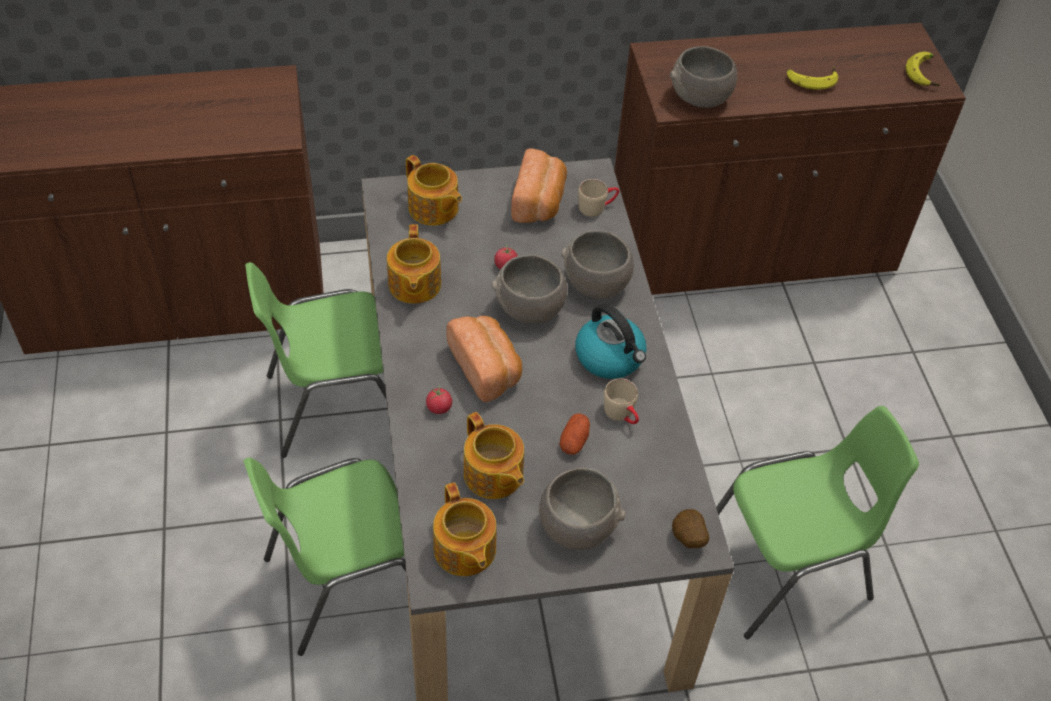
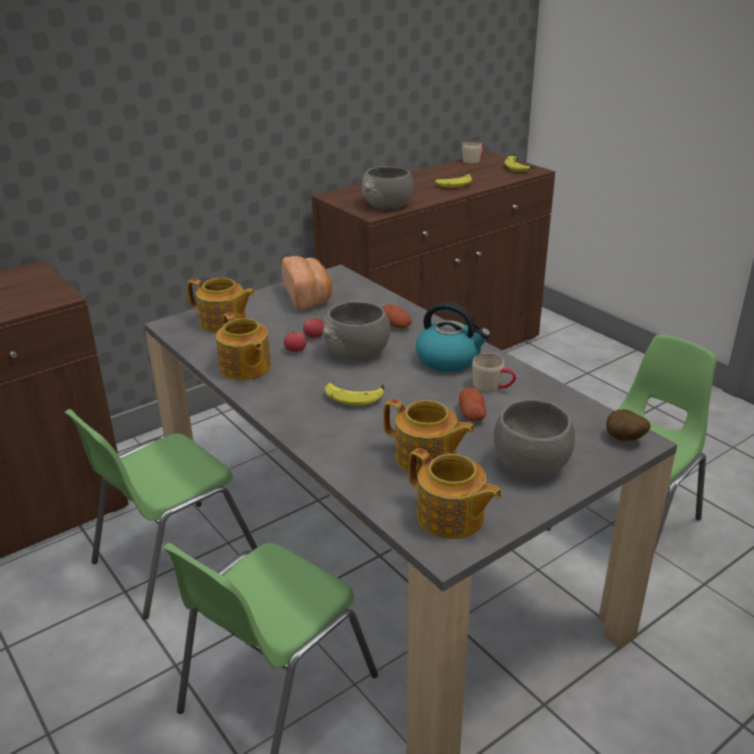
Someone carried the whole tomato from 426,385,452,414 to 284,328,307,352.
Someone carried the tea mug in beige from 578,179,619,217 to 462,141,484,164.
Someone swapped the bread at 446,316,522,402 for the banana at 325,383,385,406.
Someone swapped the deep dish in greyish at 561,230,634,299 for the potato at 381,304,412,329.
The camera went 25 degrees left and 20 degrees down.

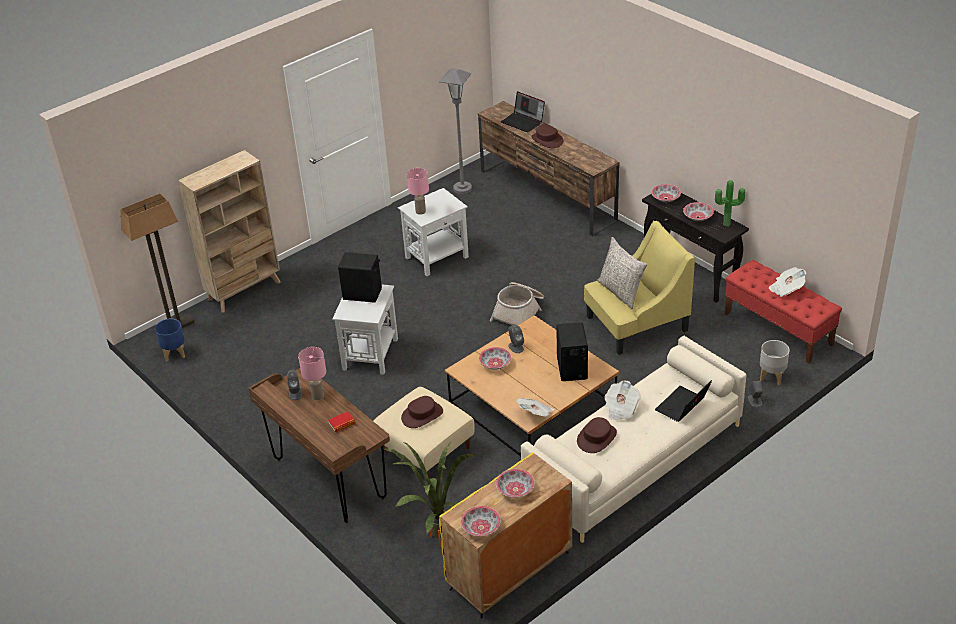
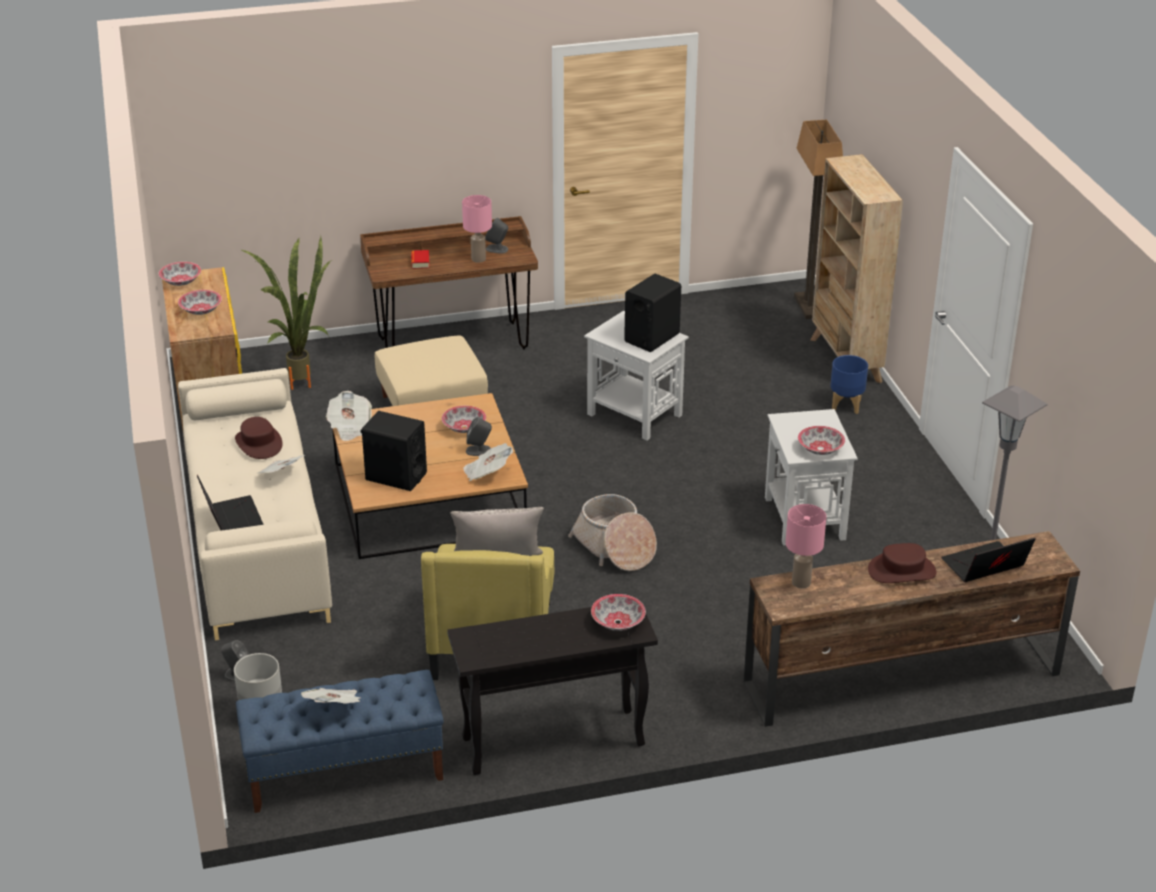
Someone took away the clothing hat in brownish at 401,396,443,428.
Someone took away the houseplant at 715,180,745,226.
Someone put down the printed paper at 463,443,513,481.
Someone carried the planter in blue from 155,319,185,361 to 830,355,868,414.
Someone carried the lamp for a table in pinkish from 407,168,429,215 to 786,504,827,588.
Someone carried the deep dish from 683,202,714,221 to 798,426,845,455.
Someone repainted the bench in red-coloured at 725,260,842,363, which became the bench in blue at 236,670,444,813.
The camera went 115 degrees right and 5 degrees down.

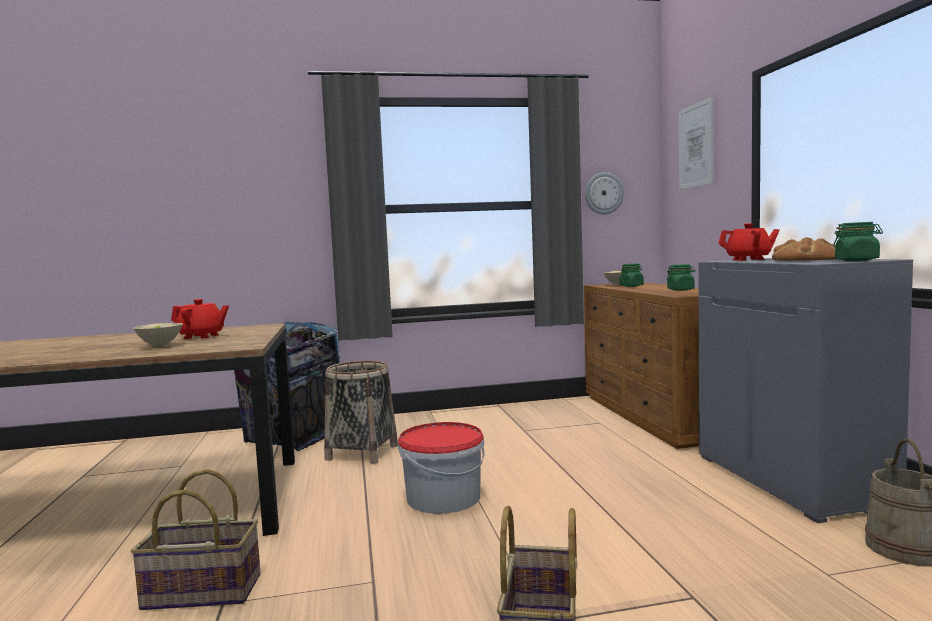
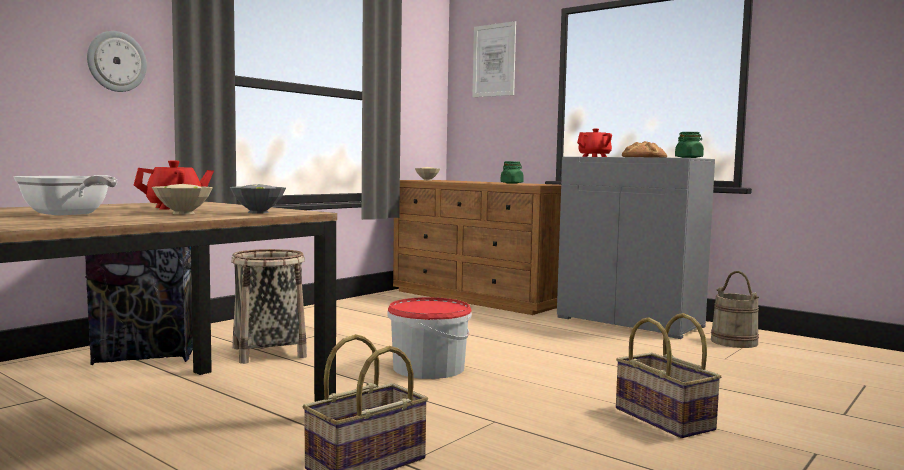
Someone took away the jar in green at 619,264,644,287.
Someone put down the skillet at 13,175,117,215.
Someone put down the deep dish in greyish at 230,184,286,213.
Someone carried the hanging clock from 585,172,624,214 to 87,31,147,92.
The camera went 40 degrees left and 0 degrees up.

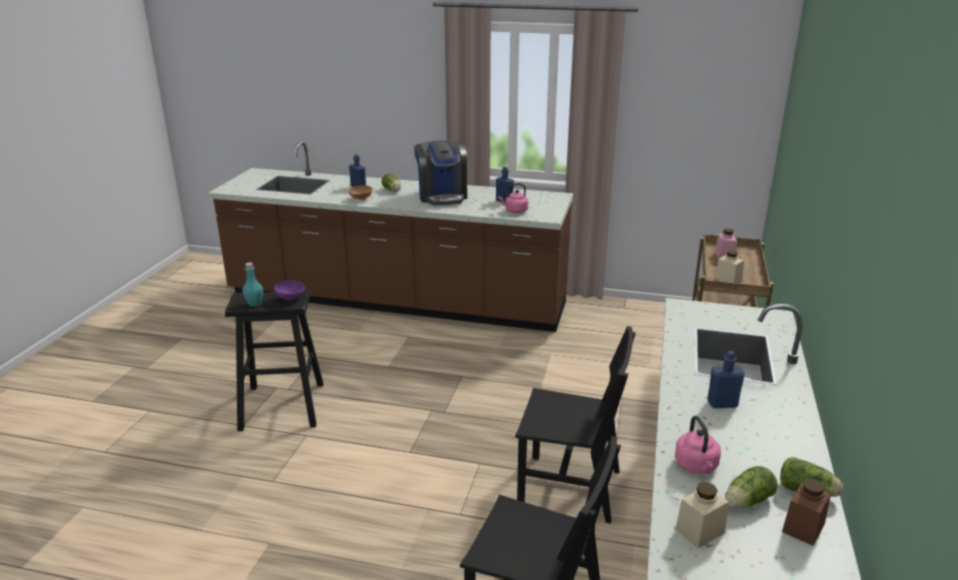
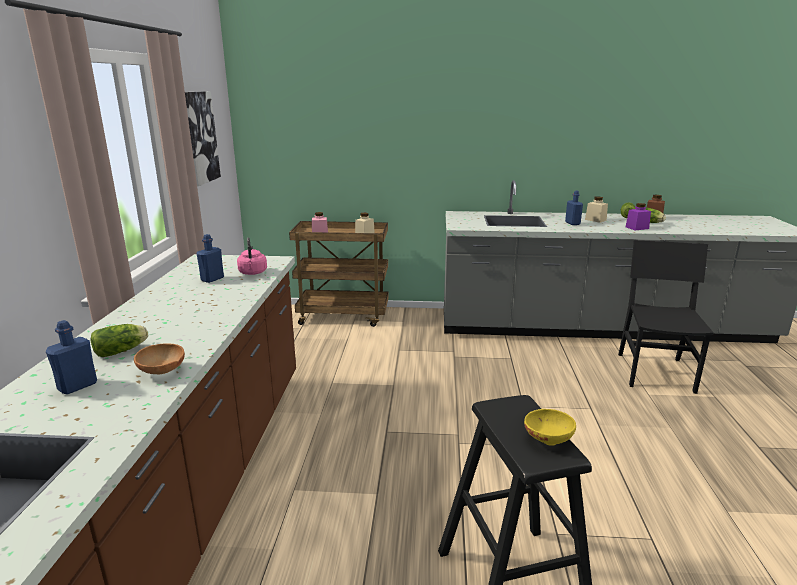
Someone took away the deep dish in purplish at 274,281,305,300.
Someone took away the coffee brewer at 414,141,467,206.
Someone took away the chair in black-coloured at 515,326,636,523.
Someone put up the picture at 185,91,221,186.
Someone carried the jar in beige from 675,482,729,548 to 585,196,608,223.
Someone swapped the bottle in turquoise-coloured at 242,262,263,307 for the deep dish in yellow-coloured at 524,409,576,446.
Someone swapped the tea kettle in pinkish at 675,416,721,474 for the jar in purplish at 626,203,651,230.
The camera went 100 degrees left and 5 degrees down.

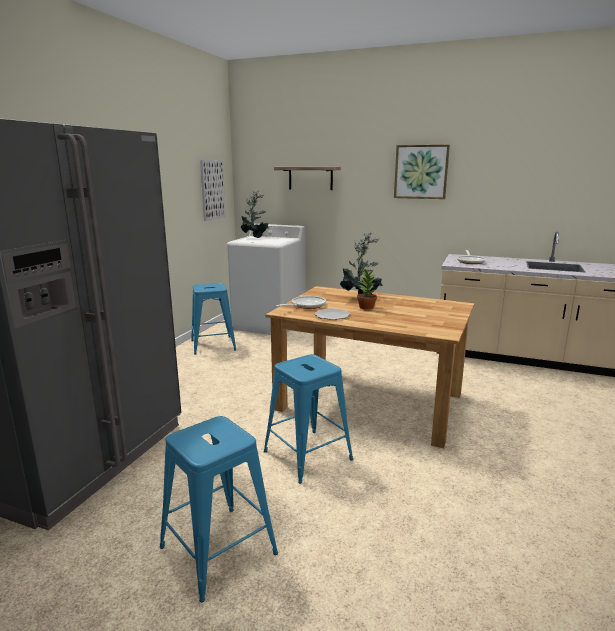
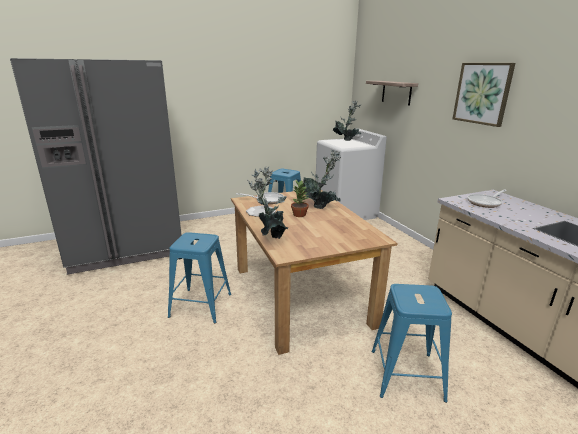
Someone took away the picture at 200,160,226,221.
Someone put down the houseplant at 247,166,288,239.
Someone carried the sitting stool in blue from 160,416,278,602 to 372,284,452,403.
The camera went 45 degrees right and 5 degrees up.

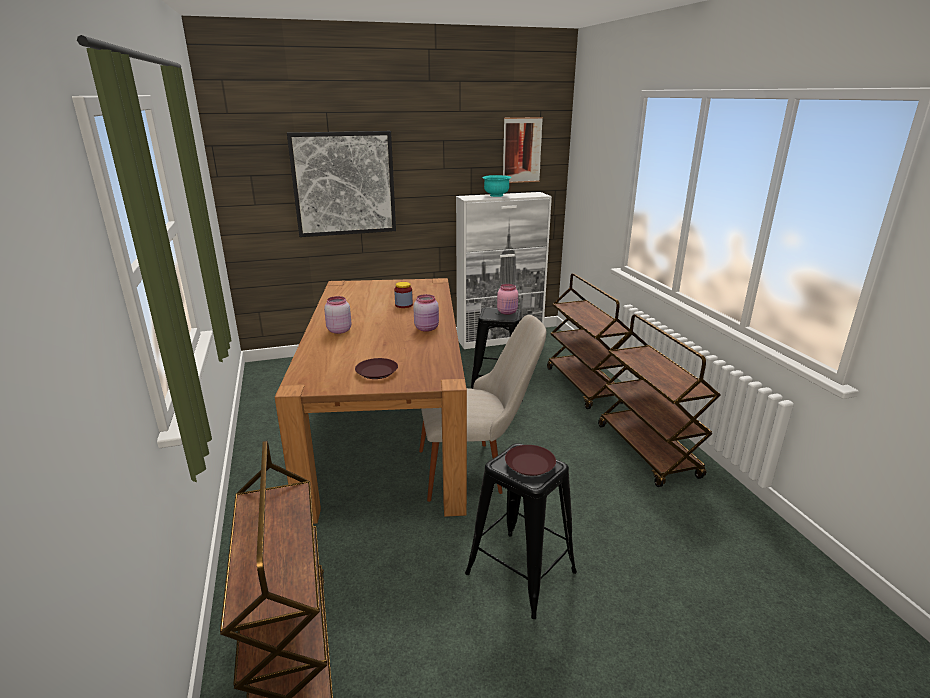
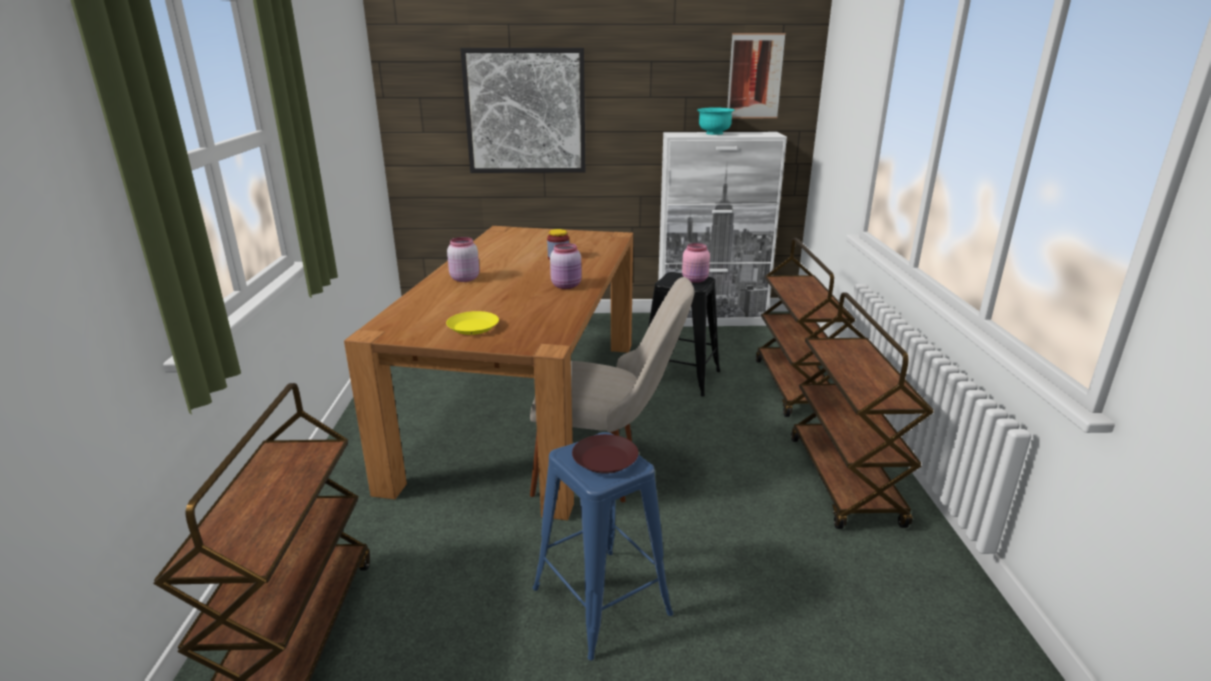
Someone repainted the dinner plate in brownish at 355,358,398,379, which became the dinner plate in yellow-coloured at 446,311,499,335.
Someone repainted the sitting stool in black-coloured at 465,443,577,619, which became the sitting stool in blue at 533,432,673,661.
The camera went 15 degrees right and 0 degrees up.

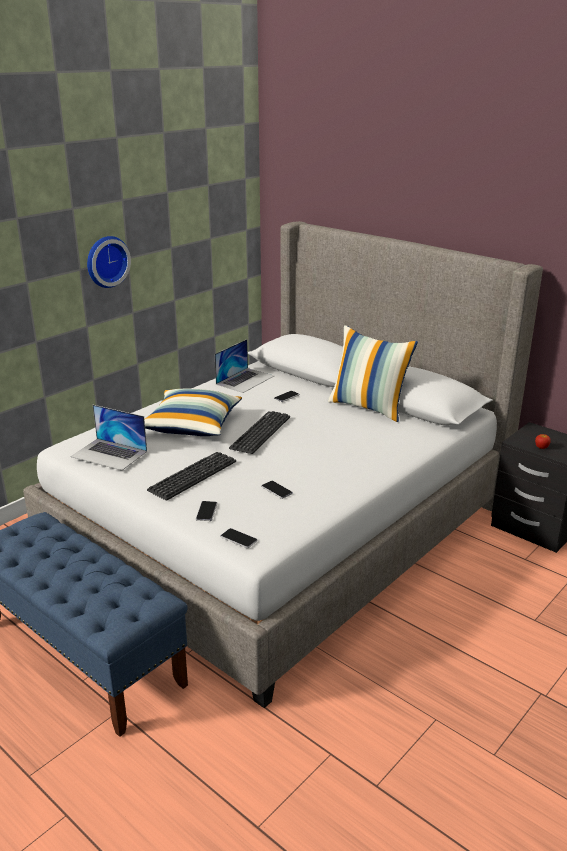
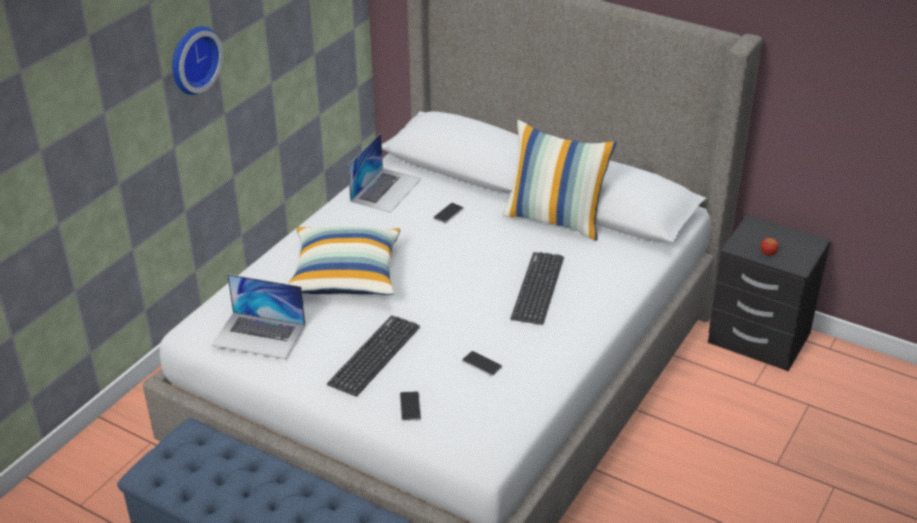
Someone took away the phone at 220,528,258,548.
Someone carried the computer keyboard from 229,411,290,454 to 510,252,564,325.
The camera went 10 degrees left and 10 degrees up.

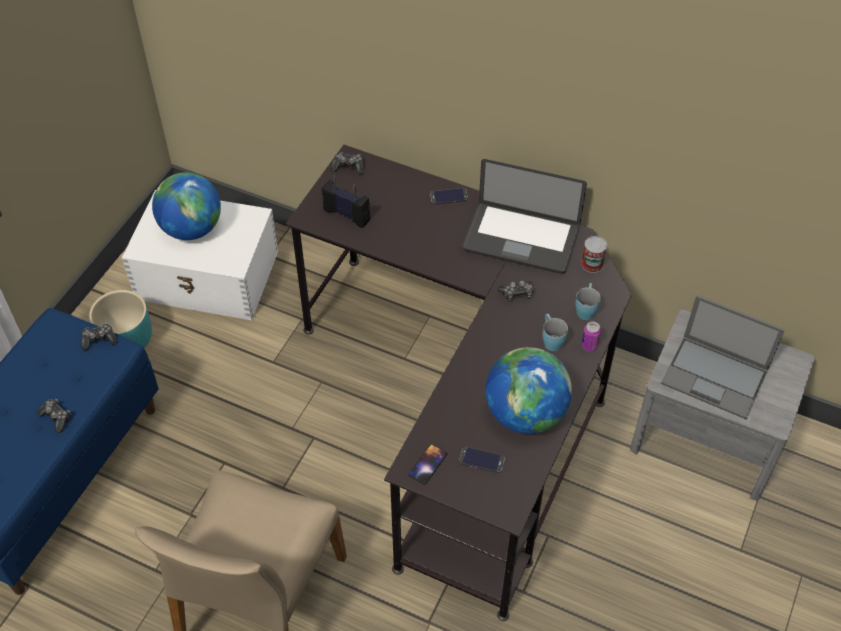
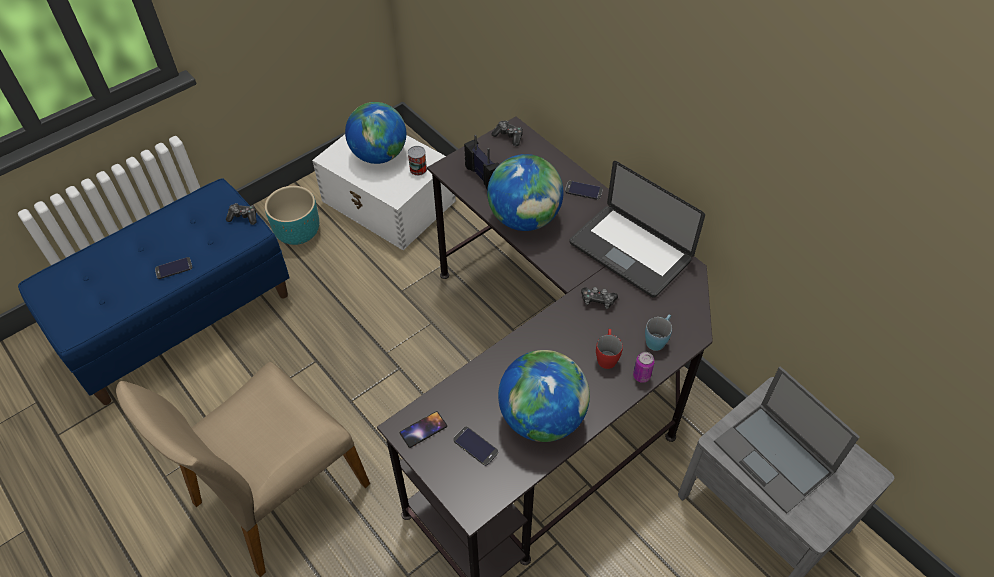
Someone put down the desk globe at 487,154,564,231.
Someone carried the can from 581,236,607,273 to 408,146,427,176.
Someone swapped the game controller at 37,399,71,433 for the phone at 155,257,193,279.
Someone repainted the tea mug in blue at 543,314,568,351, which became the tea mug in red-coloured at 596,329,623,369.
The camera went 25 degrees right and 0 degrees up.

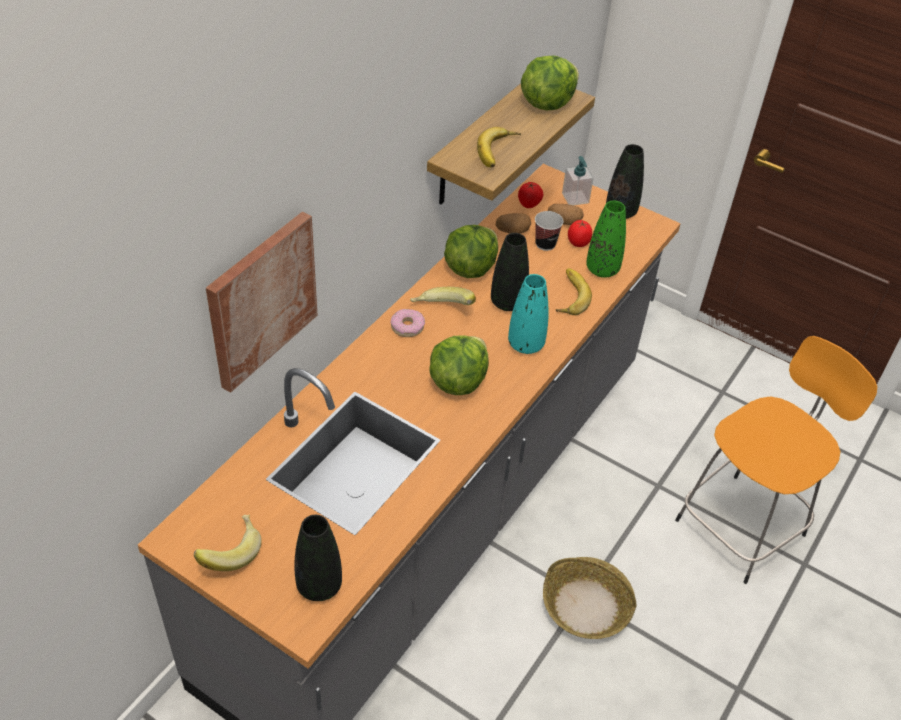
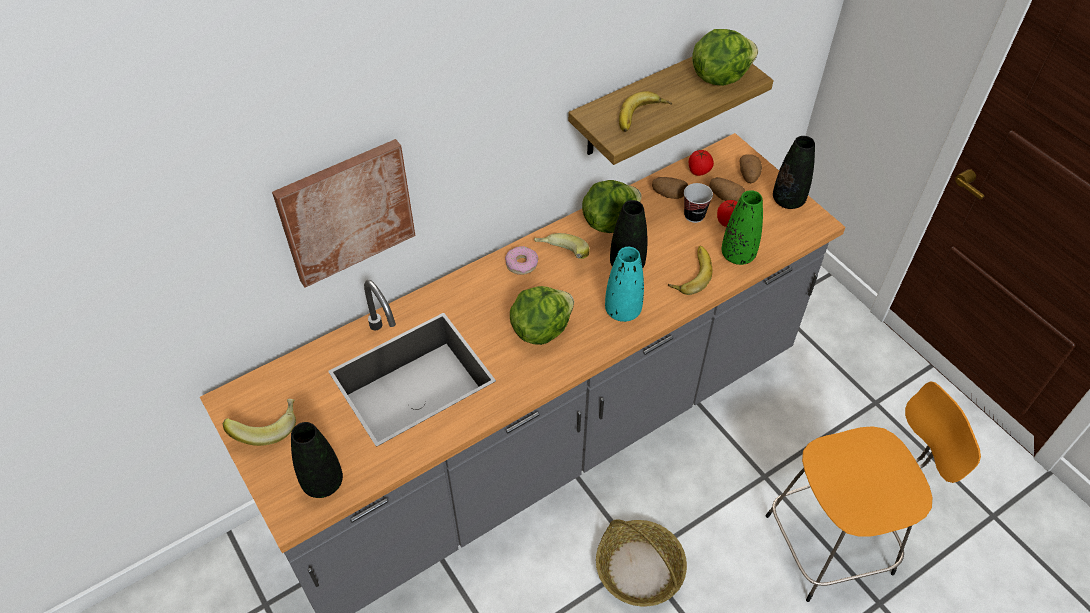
Someone swapped the soap bottle at 562,156,594,206 for the potato at 740,154,762,183.
The camera went 25 degrees right and 5 degrees up.

